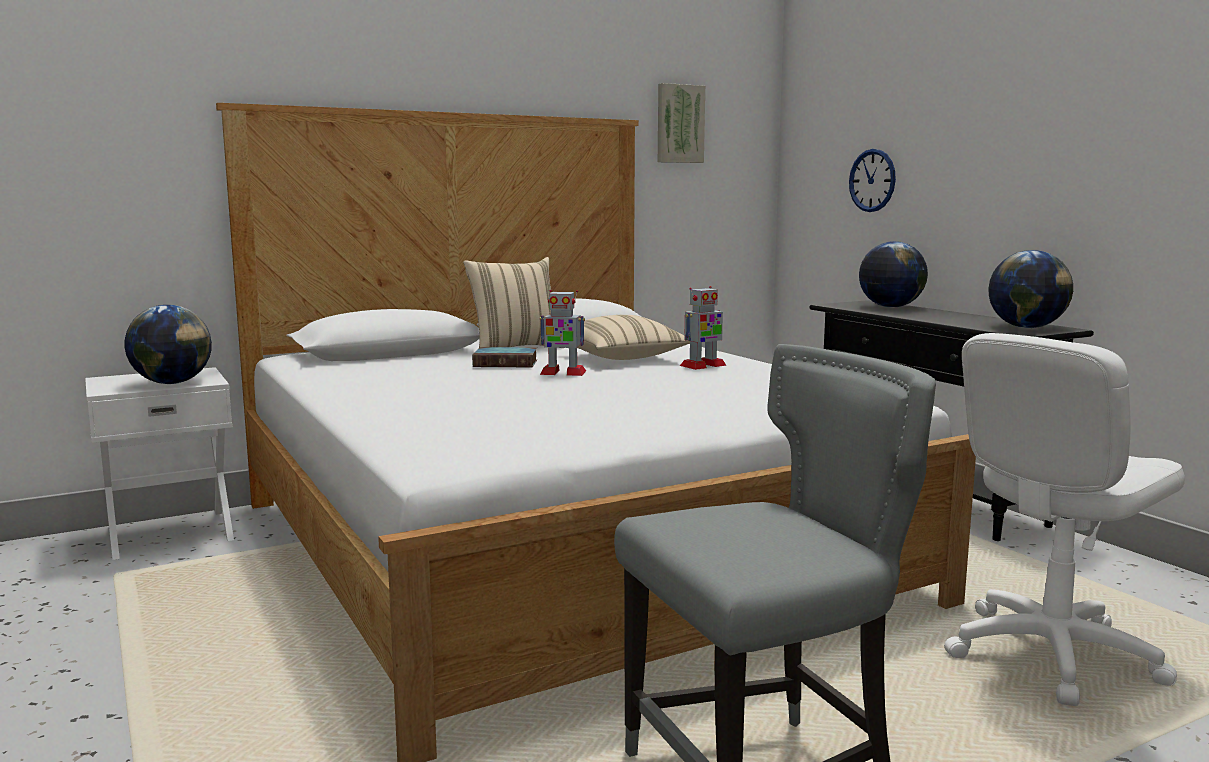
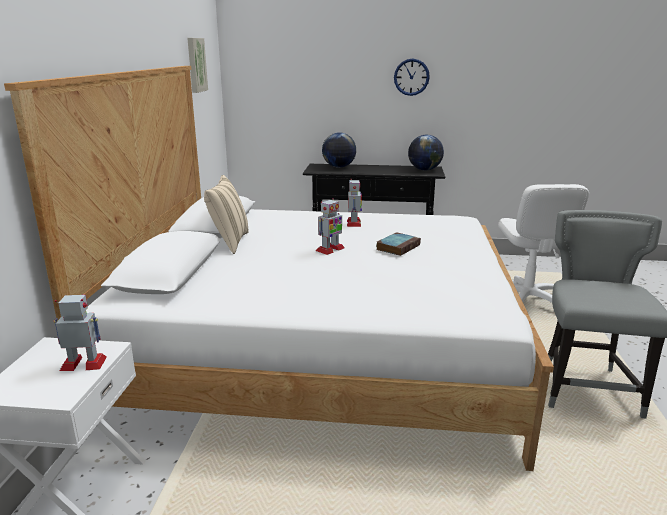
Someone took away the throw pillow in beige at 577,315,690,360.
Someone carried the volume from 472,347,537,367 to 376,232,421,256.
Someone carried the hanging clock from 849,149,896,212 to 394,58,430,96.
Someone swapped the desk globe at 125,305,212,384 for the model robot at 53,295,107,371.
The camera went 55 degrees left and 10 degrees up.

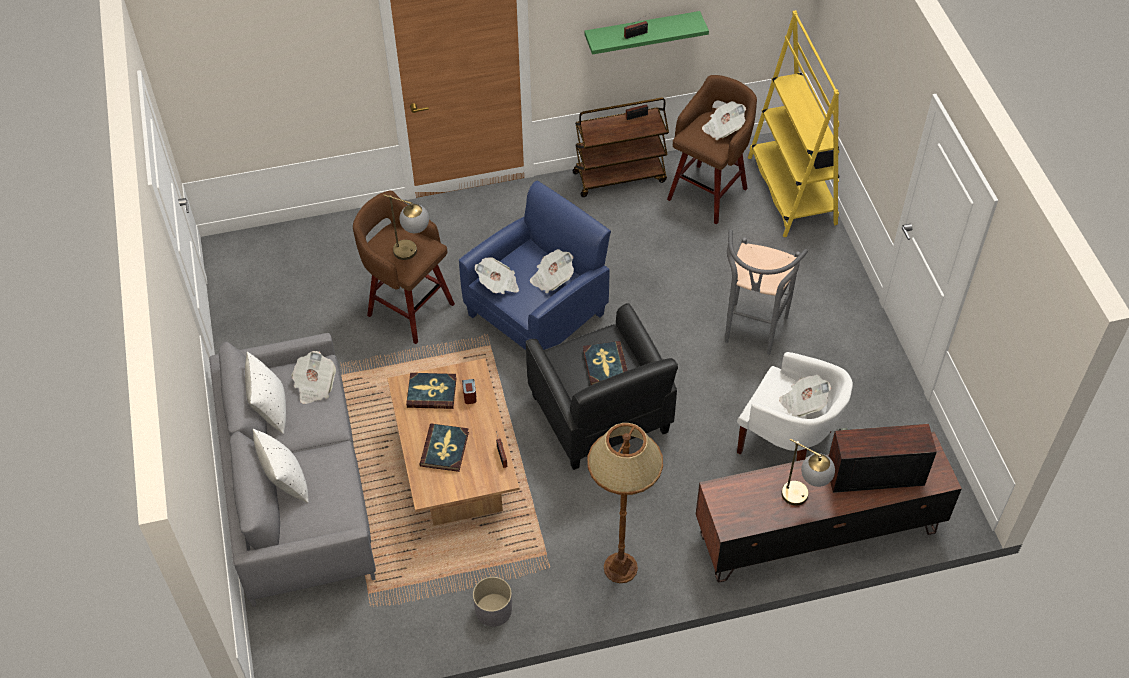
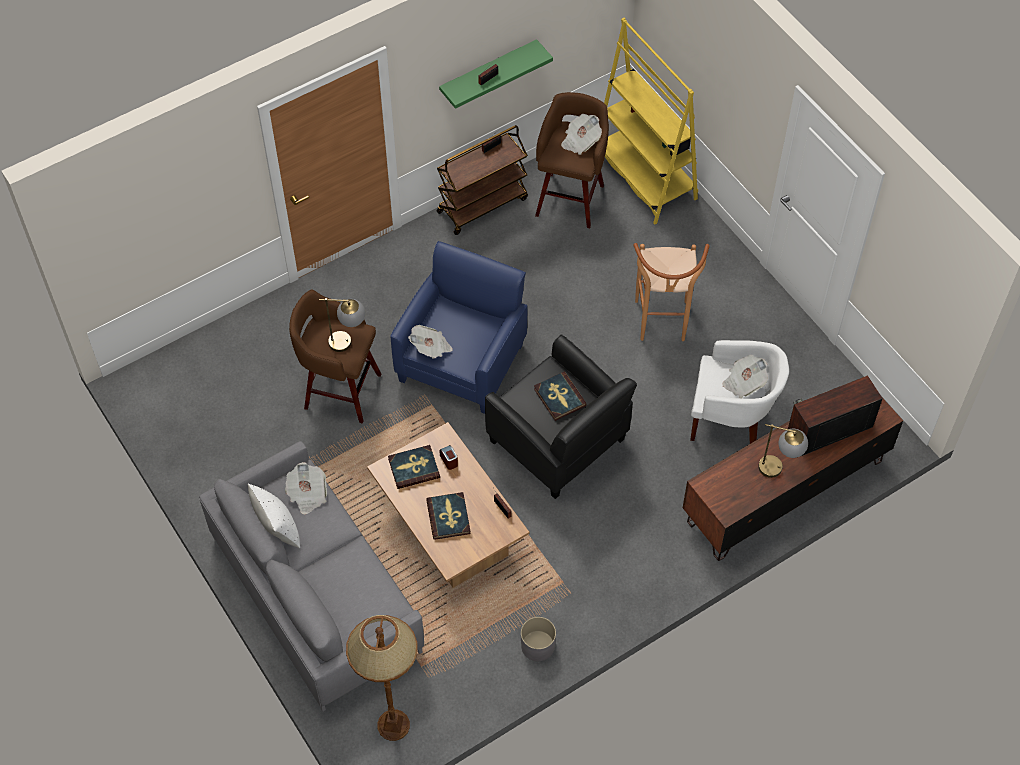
Someone took away the throw pillow in whitish at 253,429,309,503.
Someone took away the printed paper at 530,249,574,293.
Someone carried the standing lamp in brownish from 588,423,663,583 to 346,615,417,741.
Someone repainted the sitting stool in greyish at 725,229,808,355, which became the sitting stool in brownish at 633,243,710,341.
The camera went 20 degrees left and 5 degrees up.

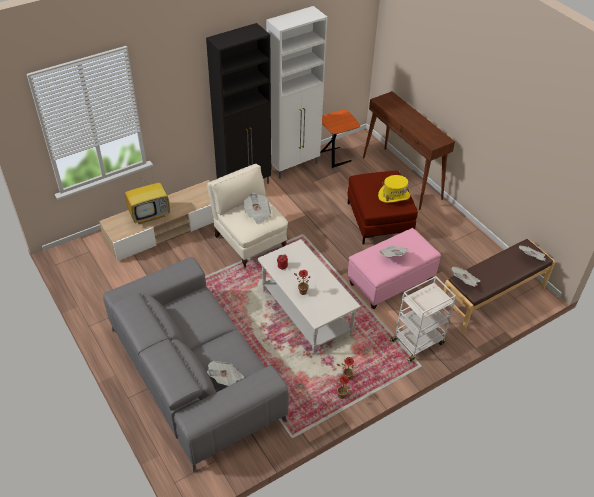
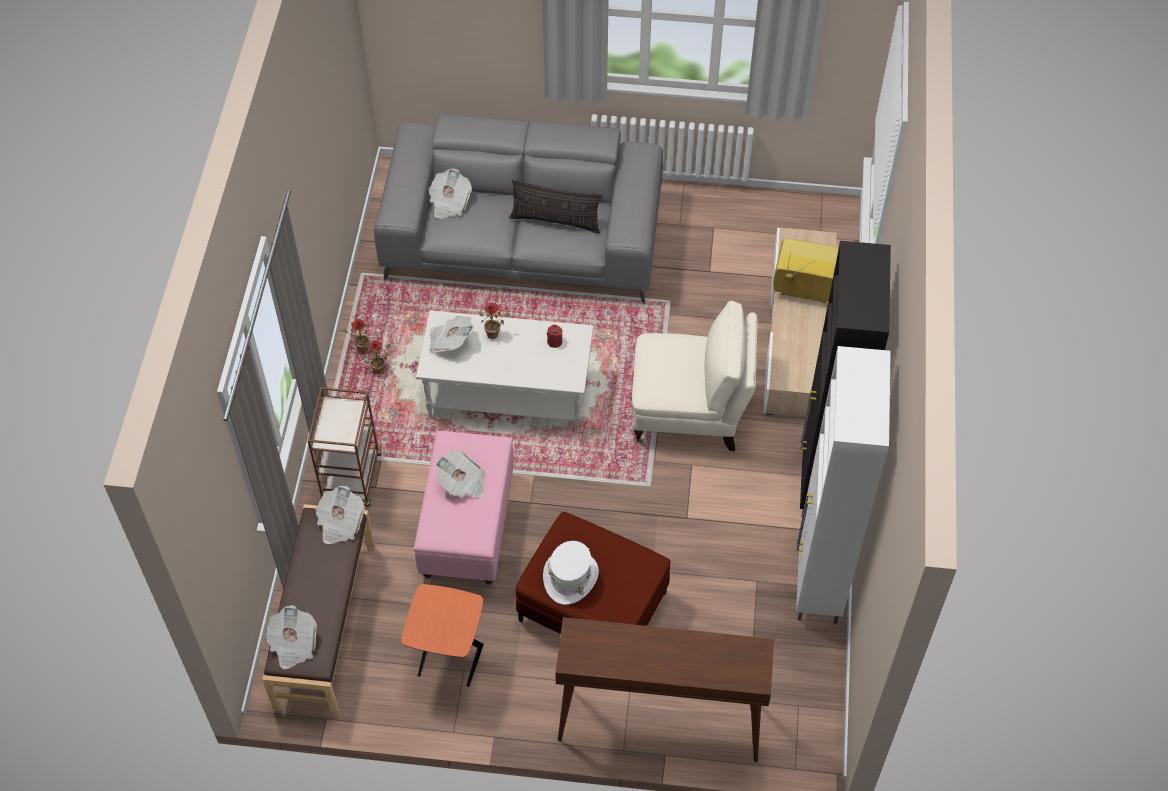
Someone put down the throw pillow at 509,179,602,234.
Someone carried the printed paper from 244,193,271,225 to 430,316,473,351.
Someone carried the accent table in orange from 320,110,360,168 to 401,584,484,687.
Someone repainted the clothing hat in yellow-coloured at 378,175,410,203, which became the clothing hat in whitish at 543,541,599,605.
Someone repainted the wheeled cart in whitish at 390,276,456,362, which became the wheeled cart in brownish at 308,387,382,507.
Someone rotated the television at 125,168,170,224 by 90 degrees clockwise.
The camera went 130 degrees right and 10 degrees up.

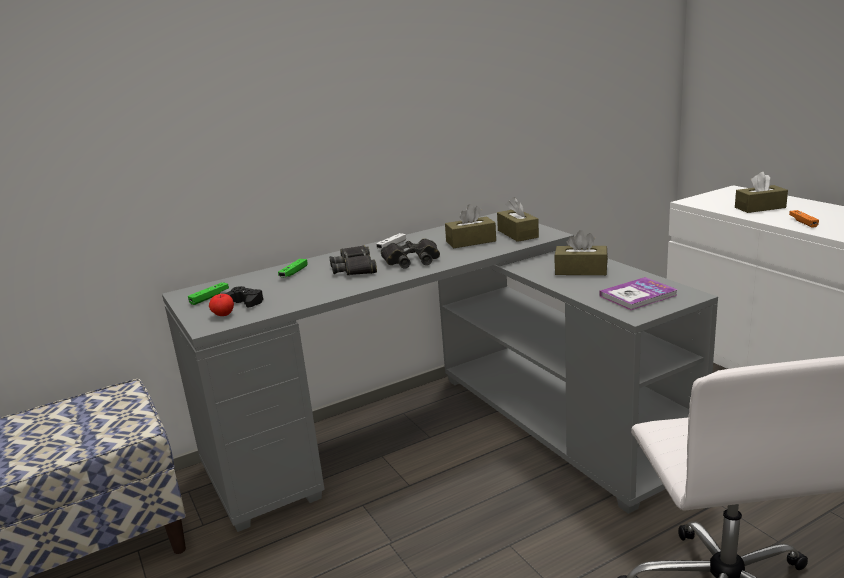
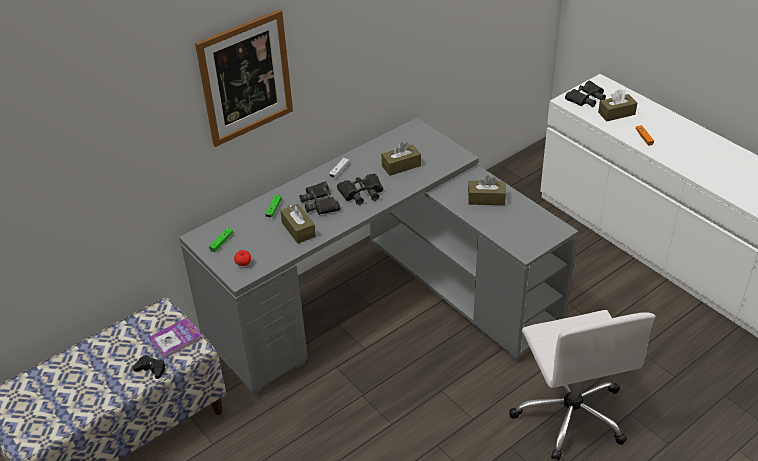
Someone put up the picture at 195,9,293,147.
Someone put down the field glasses in black-coloured at 565,81,606,107.
Someone carried the game controller in black-coloured from 225,286,264,307 to 133,355,165,379.
Someone carried the tissue box in brownish from 497,197,539,242 to 280,204,316,244.
Someone carried the volume from 600,277,678,310 to 149,318,203,358.
The camera went 10 degrees left and 20 degrees up.

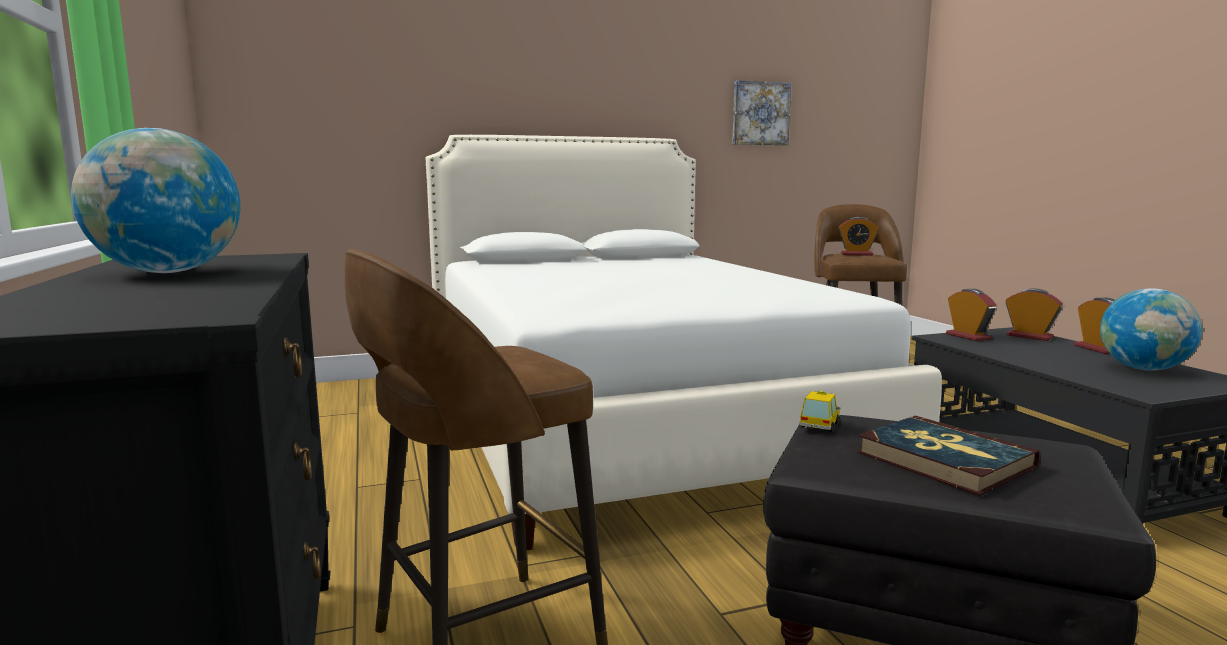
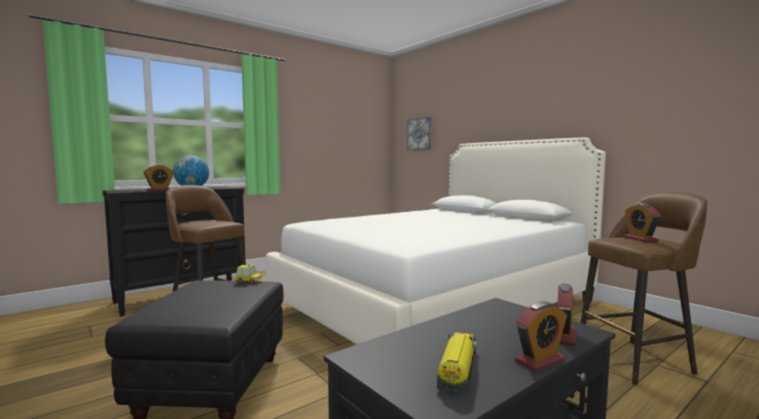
Someone took away the volume at 856,416,1039,496.
Someone carried the picture from 732,80,791,146 to 407,116,432,151.
Someone carried the bedside clock from 946,289,996,341 to 144,165,173,191.
Someone swapped the desk globe at 1100,288,1202,371 for the toy truck at 437,332,477,394.
The camera went 70 degrees right and 5 degrees down.

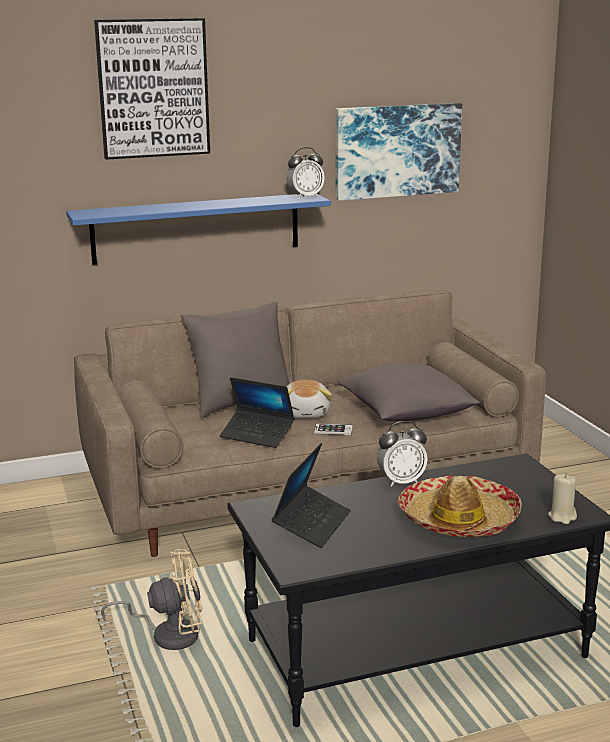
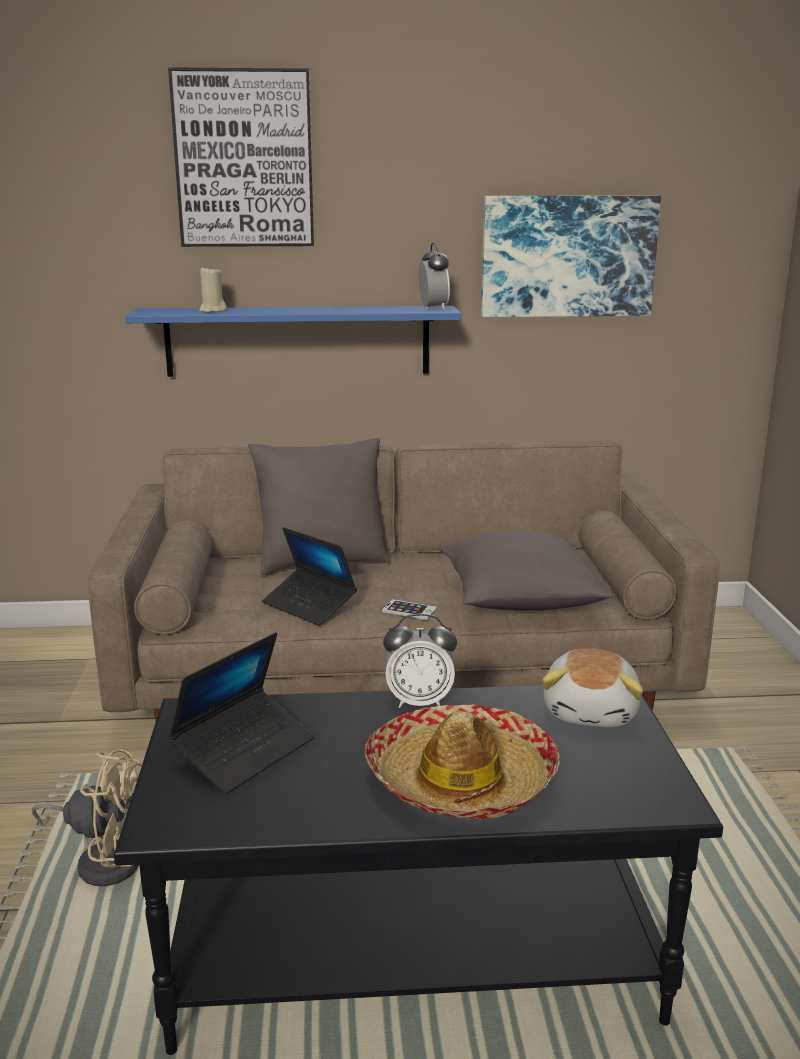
Someone carried the soft toy from 287,380,332,418 to 543,648,643,728.
Someone carried the candle in beige from 548,474,577,524 to 199,265,227,313.
Someone rotated the bedside clock at 286,147,325,199 by 90 degrees counterclockwise.
The camera went 15 degrees right and 0 degrees up.

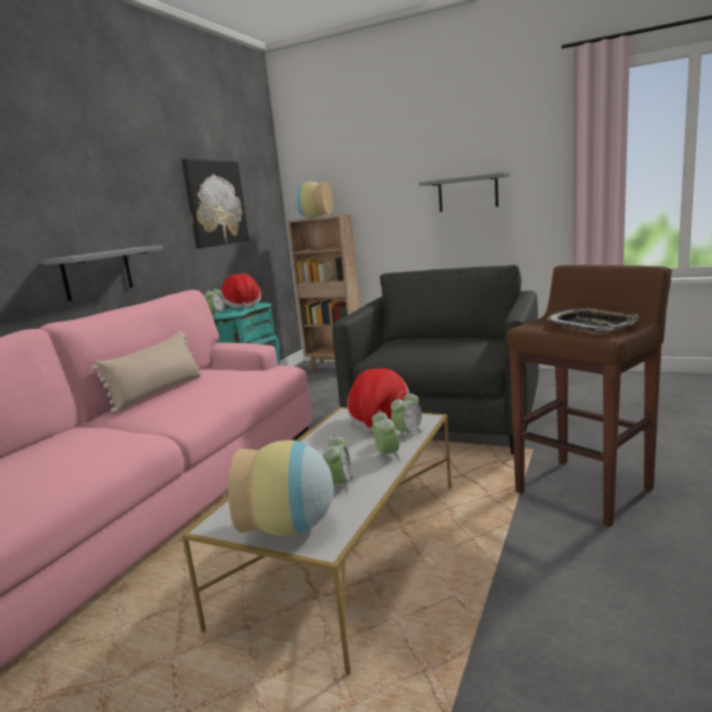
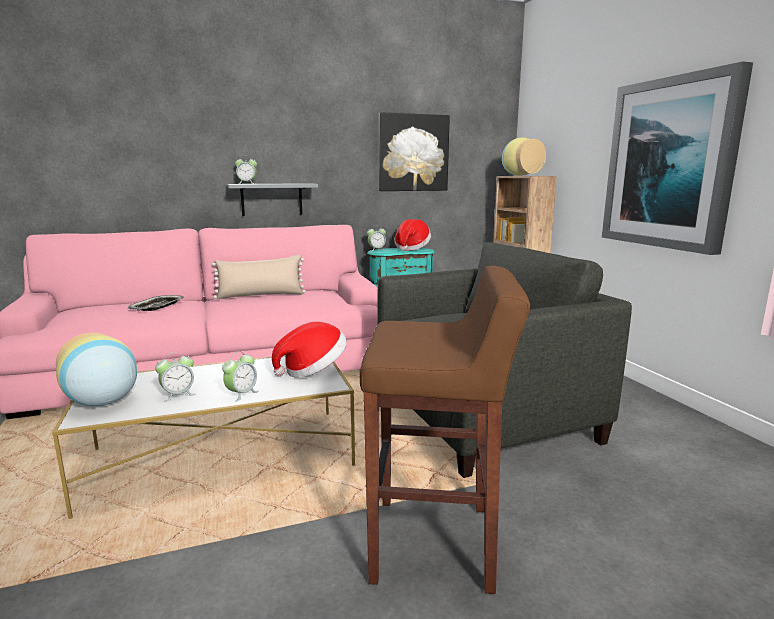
Someone carried the bedside clock from 391,390,423,441 to 235,159,257,184.
Someone carried the carrying tray from 547,308,639,332 to 128,295,184,311.
Someone swapped the bracket shelf in greyish at 419,172,510,212 for the picture at 602,61,753,255.
The camera went 45 degrees right and 0 degrees up.

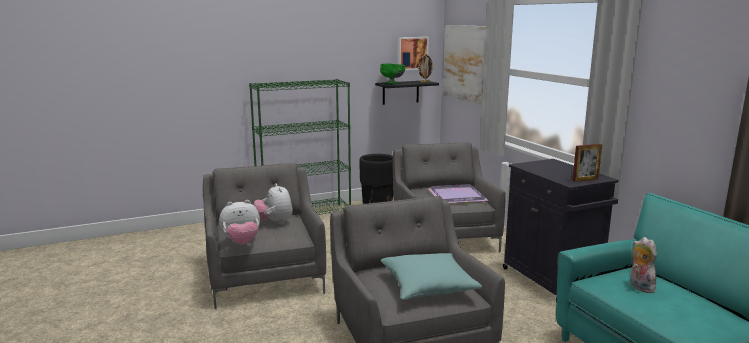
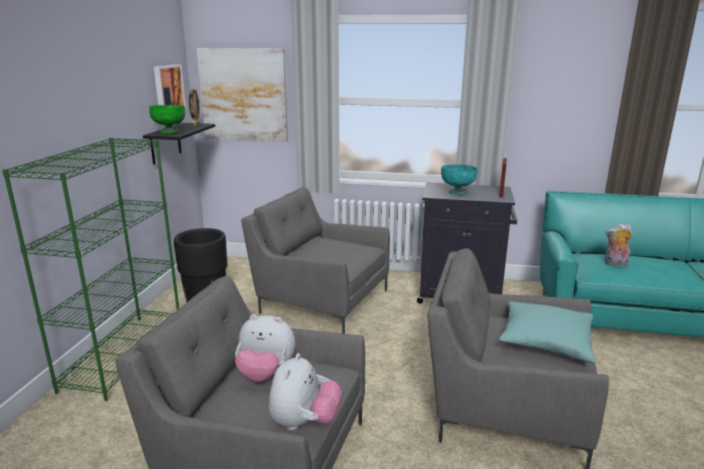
Someone took away the carrying tray in purplish at 428,184,489,204.
Someone put down the deep dish in turquoise-coloured at 441,164,478,195.
The camera went 55 degrees left and 5 degrees up.

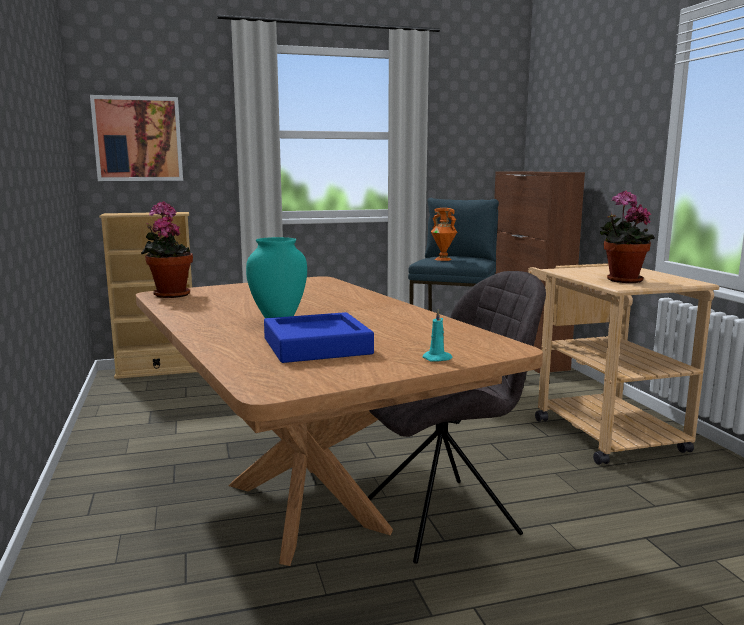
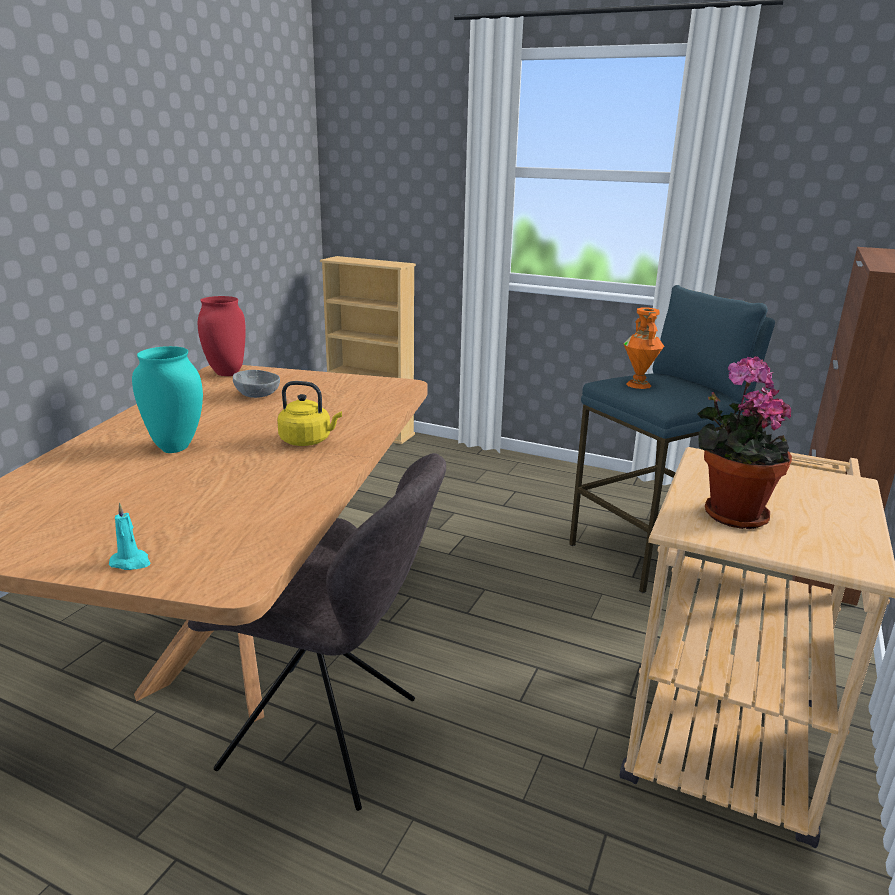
Someone took away the picture at 90,95,183,181.
Someone took away the carrying tray in blue at 264,312,374,363.
Someone put down the deep dish in greyish at 233,370,280,398.
Someone put down the tea kettle in yellow-coloured at 277,381,342,446.
Someone swapped the houseplant at 141,201,193,298 for the flower vase in red-coloured at 198,296,246,376.
The camera went 40 degrees right and 10 degrees up.

